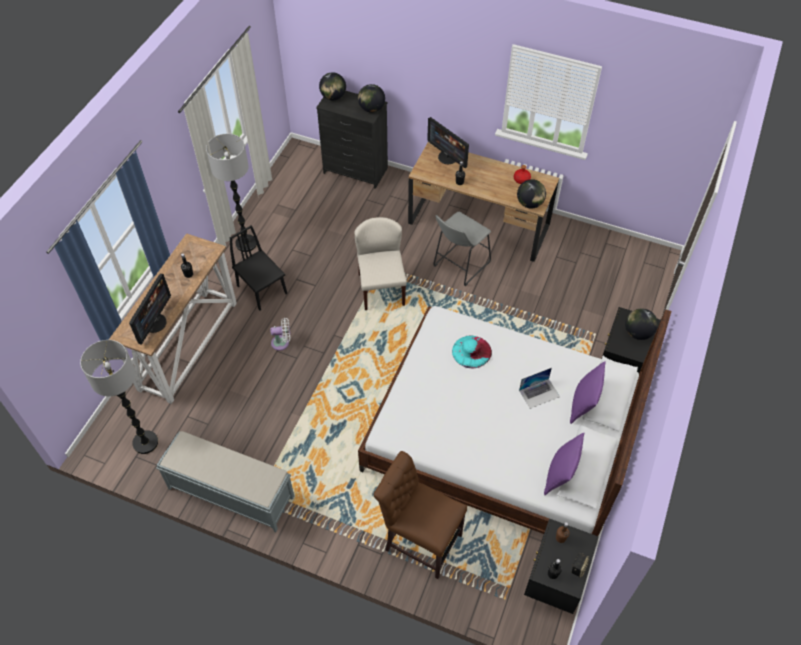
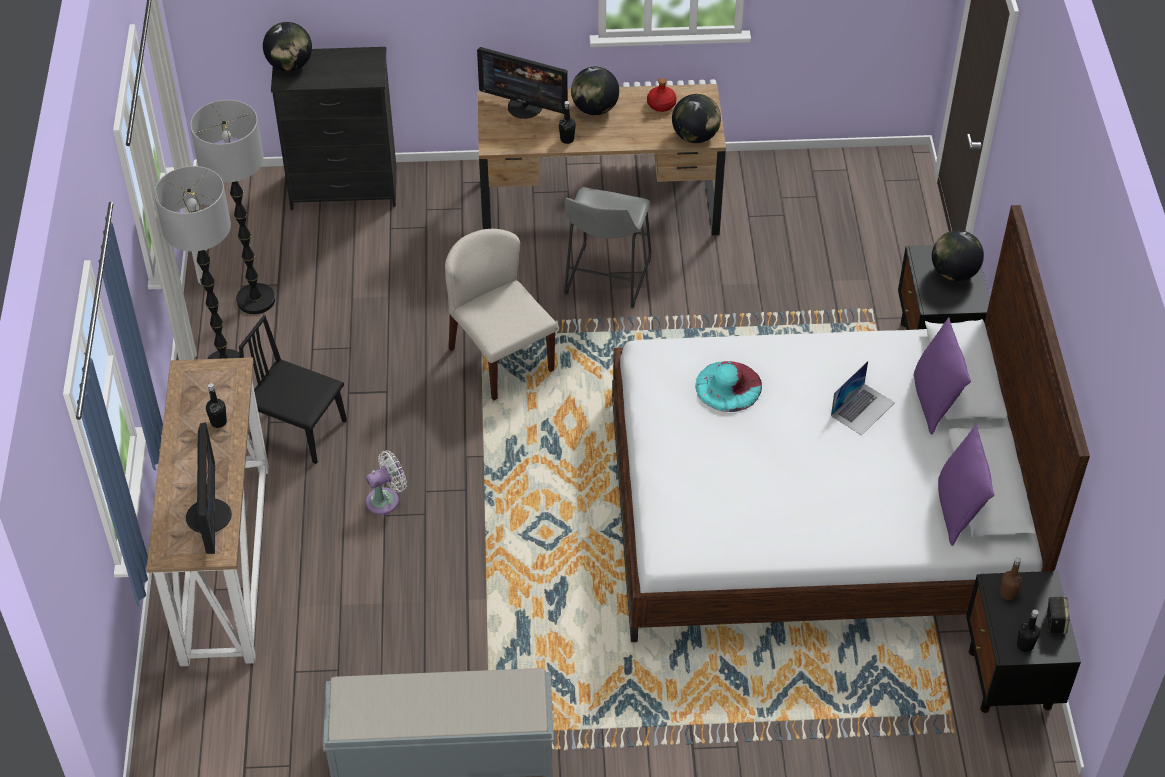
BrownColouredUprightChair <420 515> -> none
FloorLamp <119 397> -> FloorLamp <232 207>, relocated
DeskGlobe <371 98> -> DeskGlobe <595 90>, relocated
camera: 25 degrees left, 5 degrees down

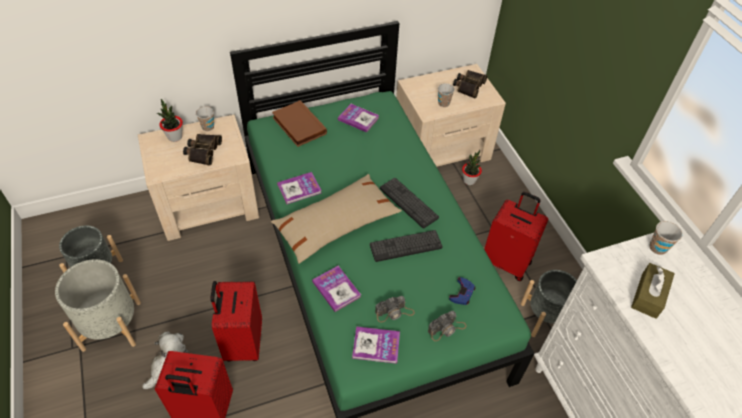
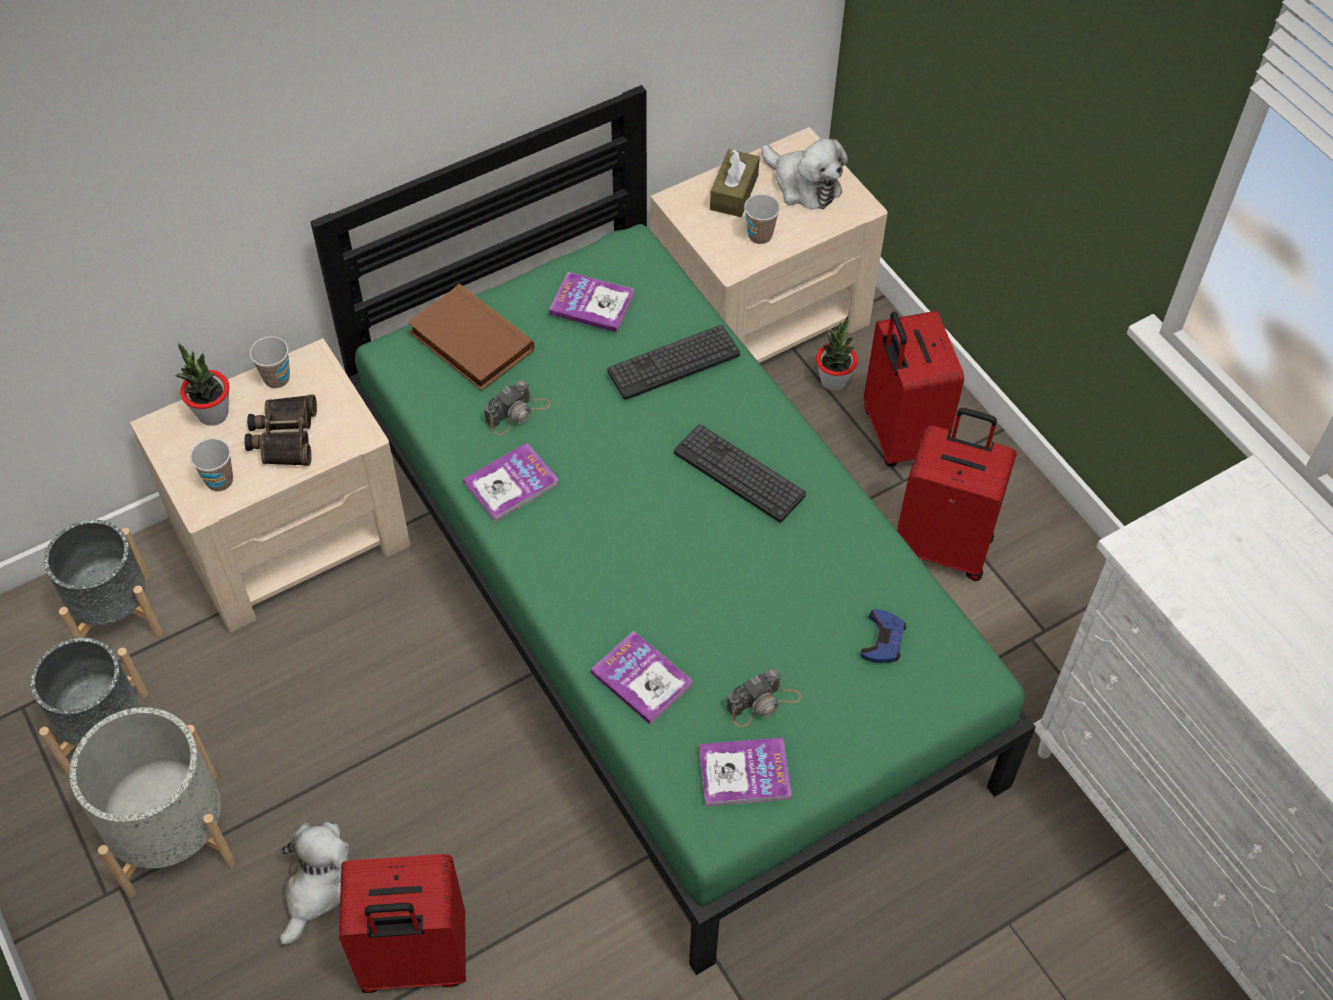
BeigeColouredCushion <336 219> -> none
RedPieceOfLuggage <236 321> -> RedPieceOfLuggage <914 389>, relocated
ComputerKeyboard <406 246> -> ComputerKeyboard <673 362>, relocated
PhotoCamera <447 326> -> PhotoCamera <517 407>, relocated
GreyFlowerPot <549 303> -> GreyFlowerPot <103 579>, relocated
BrownColouredTissueHolder <653 291> -> BrownColouredTissueHolder <735 183>, relocated
SmallCup <666 238> -> SmallCup <211 464>, relocated
FieldGlasses <470 84> -> PlushToy <804 174>
camera: 10 degrees left, 5 degrees up

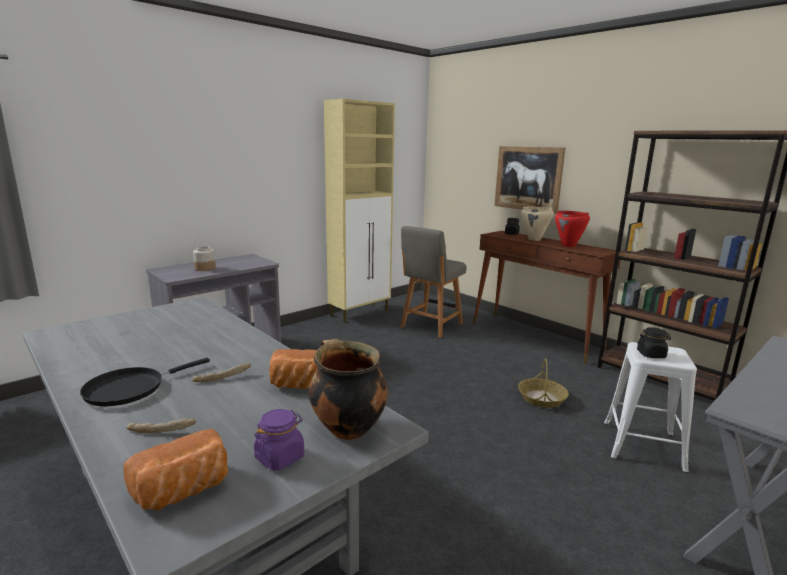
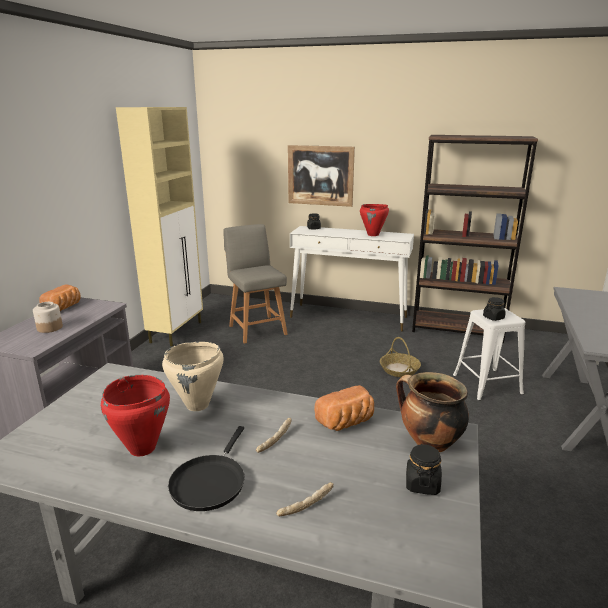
none -> RedCookingPot <135 415>
Bread <175 470> -> Bread <59 297>, relocated
BeigeColouredCookingPot <537 223> -> BeigeColouredCookingPot <193 376>, relocated
PurpleStorageJar <279 440> -> BlackishStorageJar <424 469>
BrownColouredHallTable <547 297> -> WhiteColouredHallTable <352 278>
GreyUprightChair <434 282> -> GreyUprightChair <255 284>, 150 degrees clockwise
camera: 30 degrees left, 5 degrees up

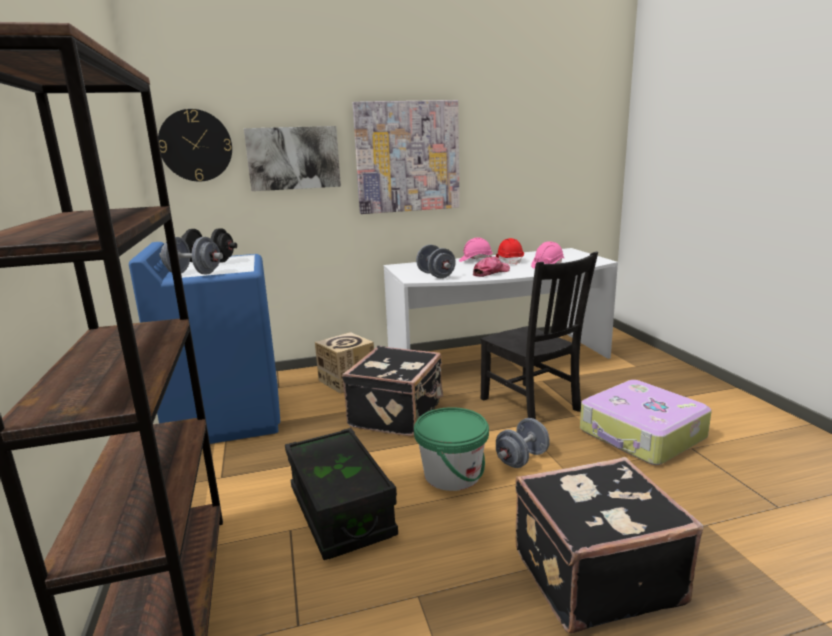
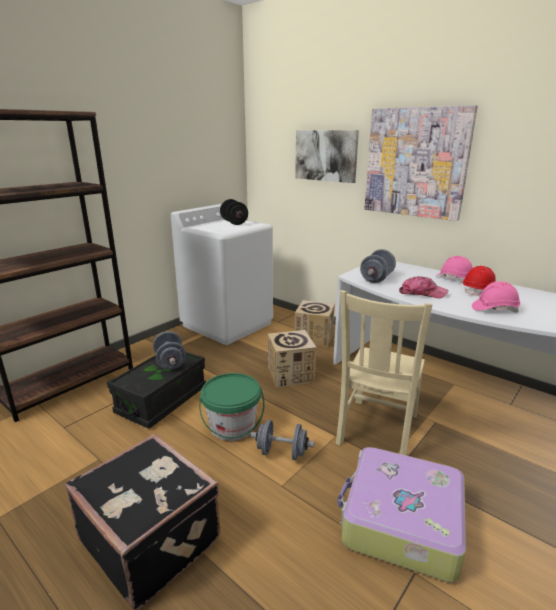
HangingClock <195 145> -> none
GreyHandWeight <191 255> -> GreyHandWeight <169 350>, relocated
BlackishPieceOfLuggage <392 391> -> PackingBox <292 359>
BluishWashingMachine <204 343> -> WhiteColouredWashingMachine <222 274>
BlackishUprightChair <539 335> -> BeigeColouredUprightChair <384 372>
camera: 55 degrees right, 5 degrees up

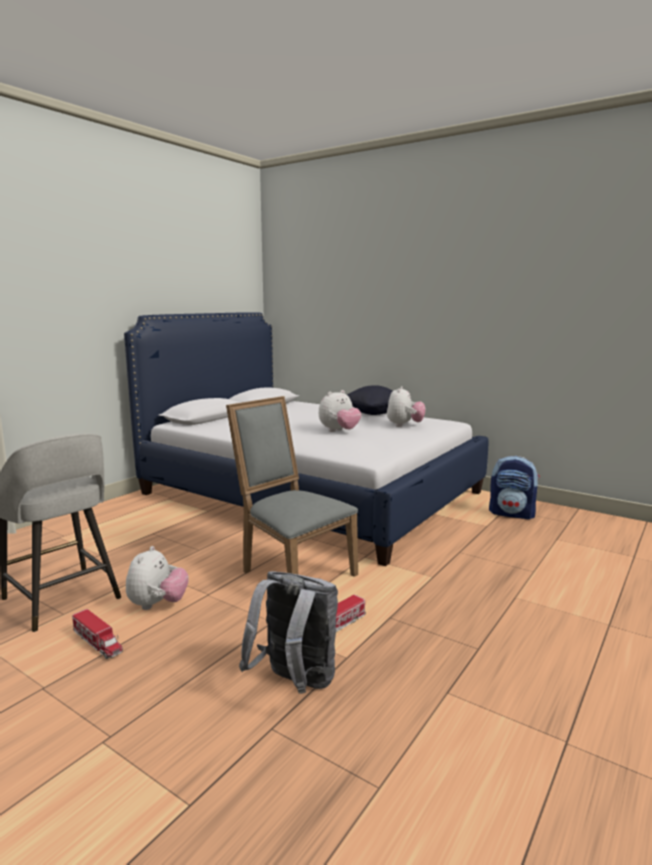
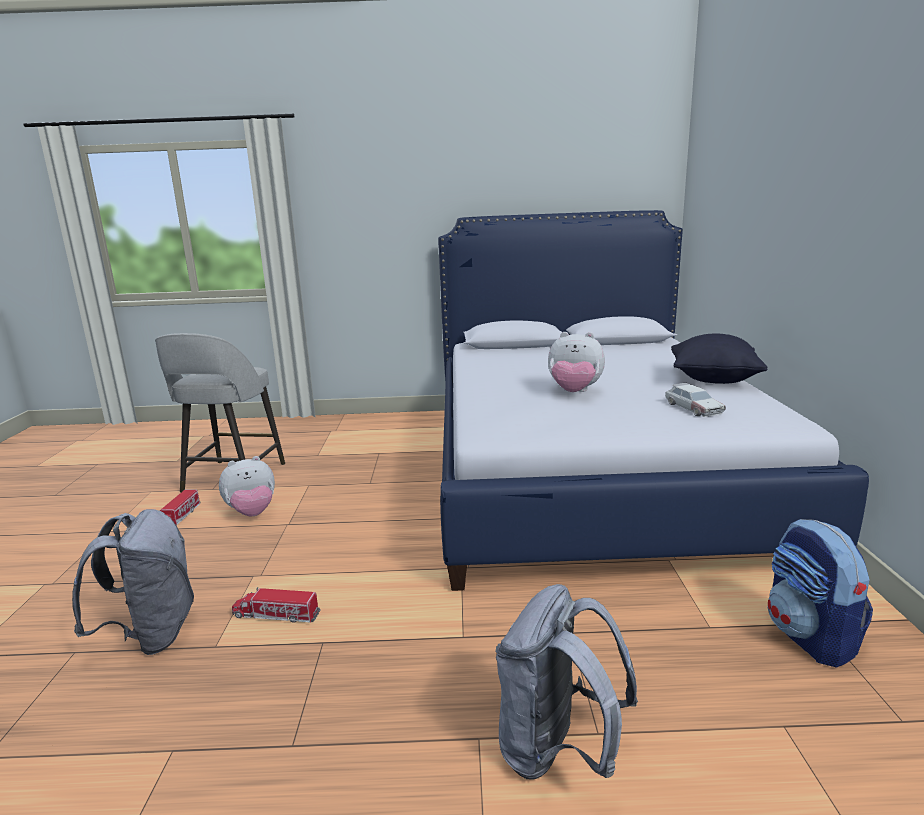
GreyUprightChair <292 486> -> none
none -> GreyKnapsack <566 682>
PlushToy <406 406> -> ToyCar <695 400>
camera: 55 degrees right, 5 degrees up

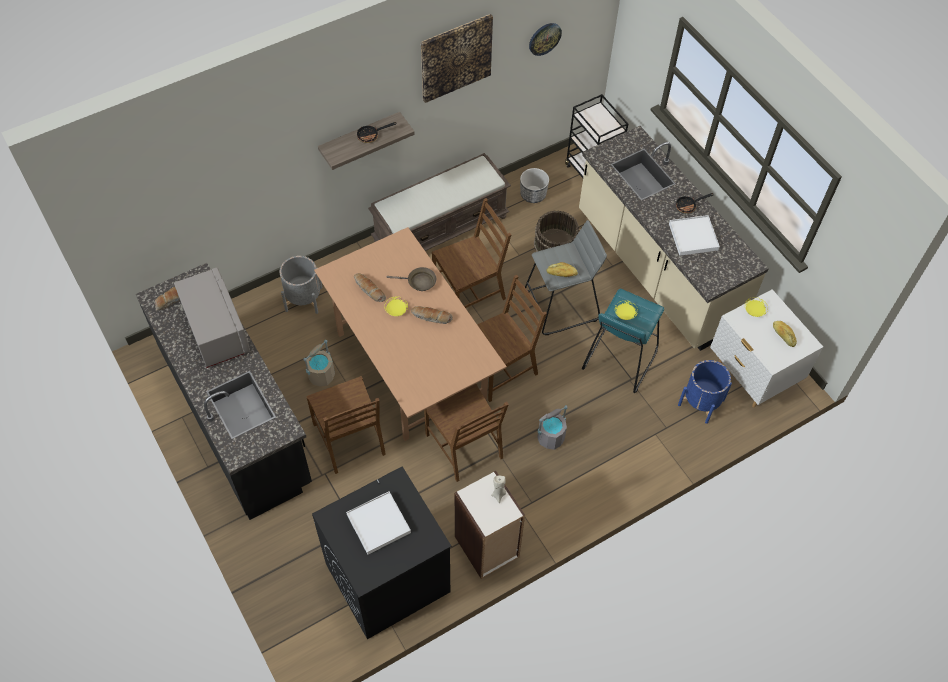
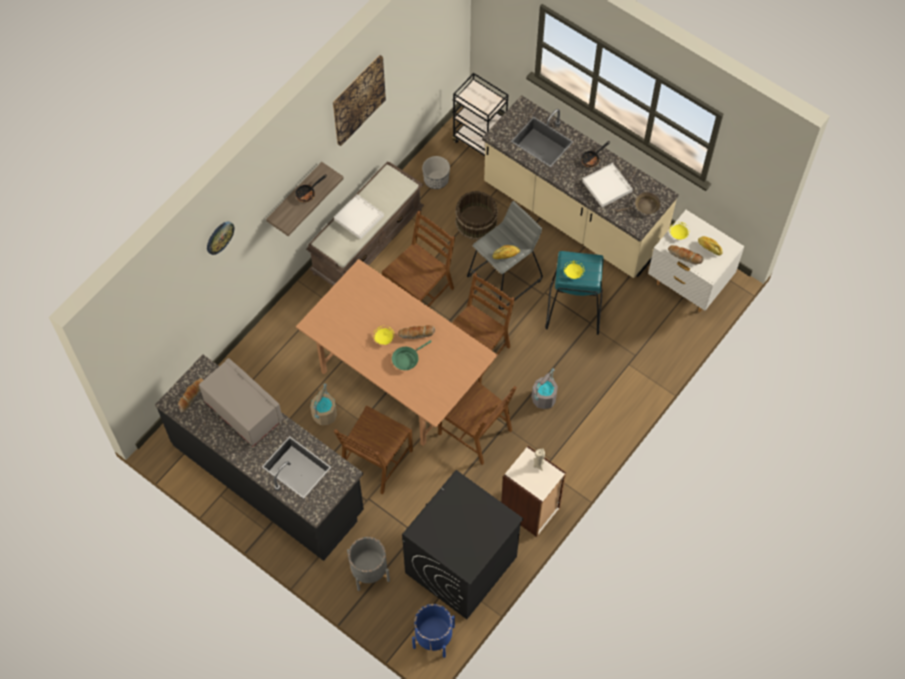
none -> GreenishSkillet <412 355>
GreyFlowerPot <301 285> -> GreyFlowerPot <368 564>, relocated
WhiteColouredTray <378 522> -> WhiteColouredTray <359 217>, relocated
Bread <370 287> -> Bread <686 255>, relocated
BrownColouredSkillet <411 279> -> BrownColouredSkillet <638 203>, relocated
HangingClock <545 39> -> HangingClock <221 238>, relocated
BluishFlowerPot <705 392> -> BluishFlowerPot <433 631>, relocated
BrownColouredUprightChair <346 425> -> BrownColouredUprightChair <373 450>, 75 degrees clockwise
camera: 20 degrees left, 5 degrees up

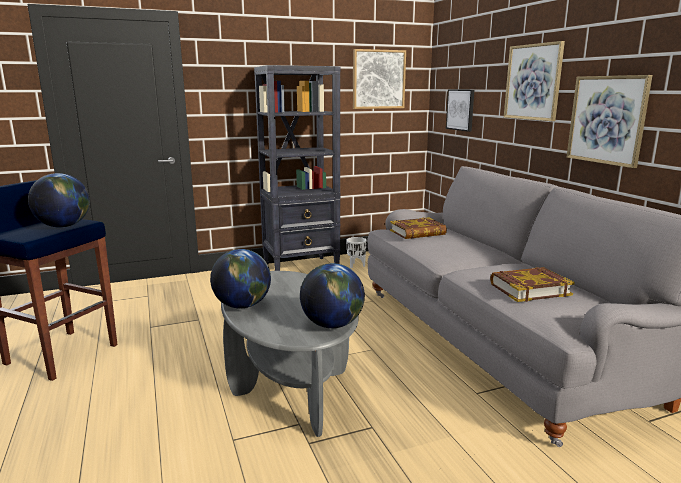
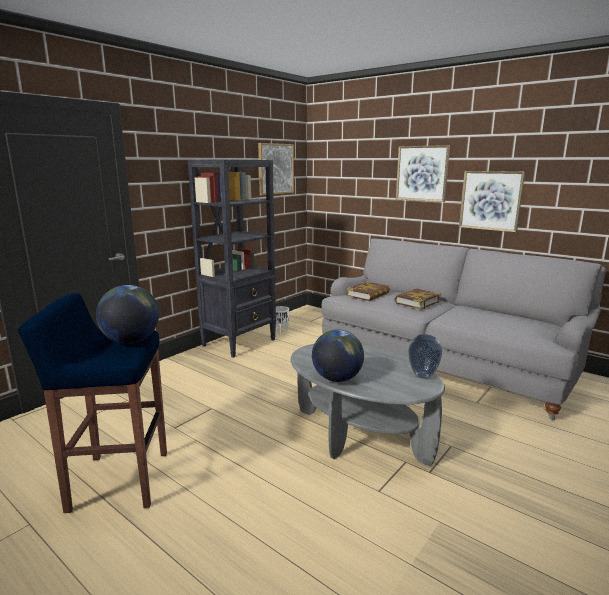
Picture <460 110> -> none
Volume <532 284> -> Volume <418 299>, relocated
DeskGlobe <332 295> -> Vase <425 356>
camera: 30 degrees left, 0 degrees up

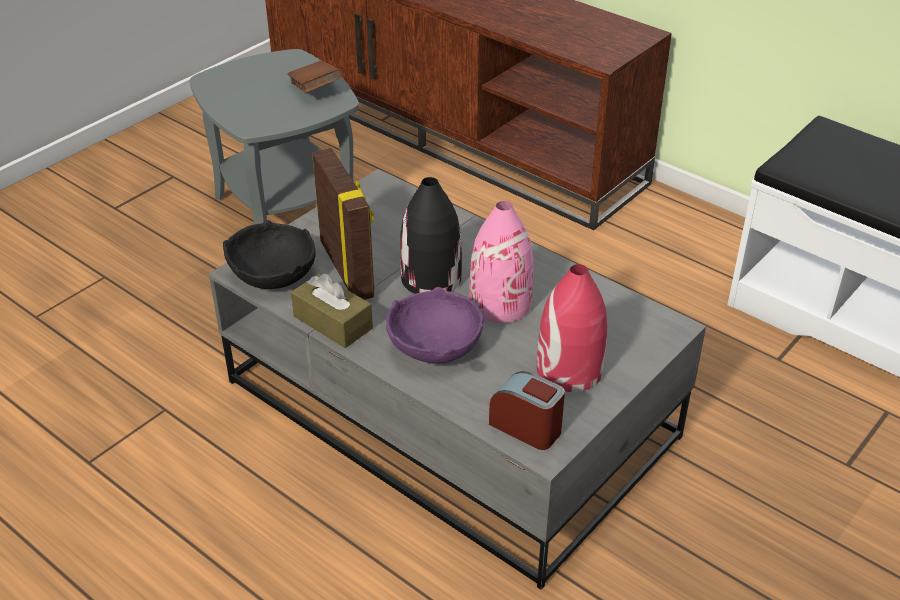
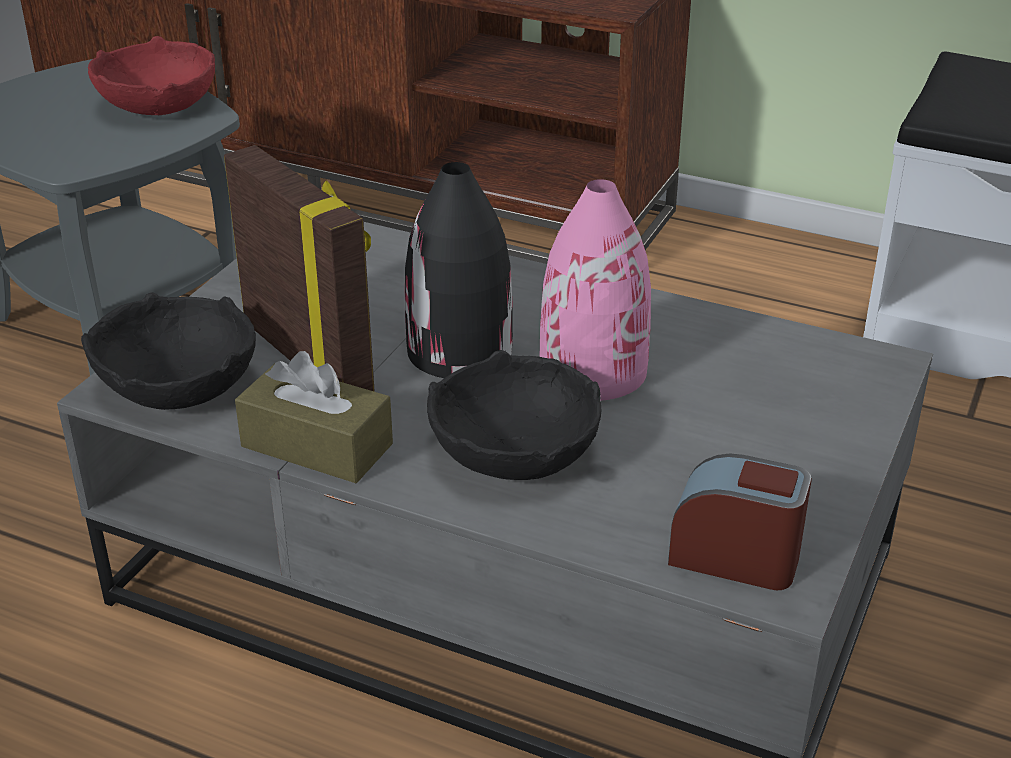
RedVase <572 328> -> none
BrownColouredVolume <314 76> -> RedBowl <151 76>
PurpleBowl <435 325> -> BlackishBowl <514 415>
camera: 15 degrees left, 5 degrees down

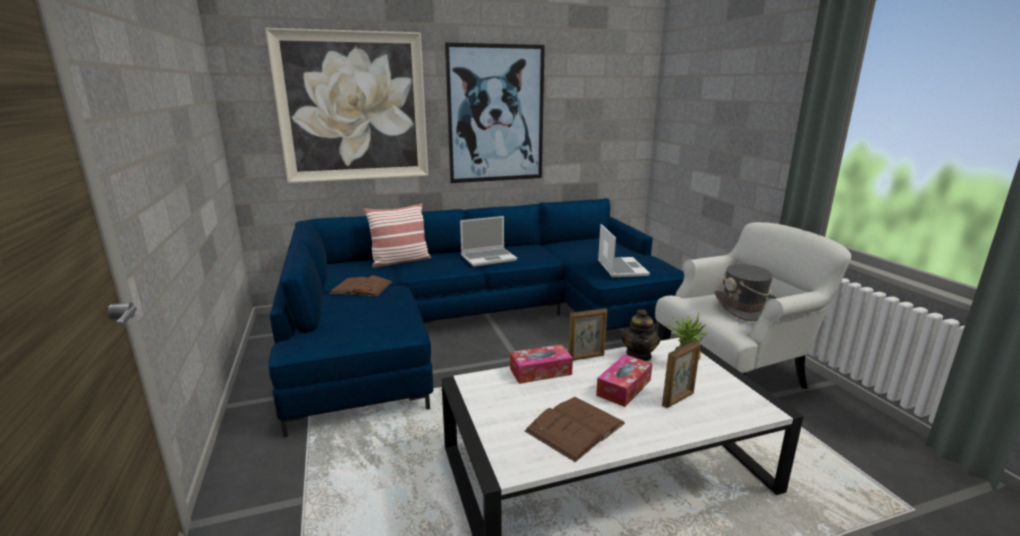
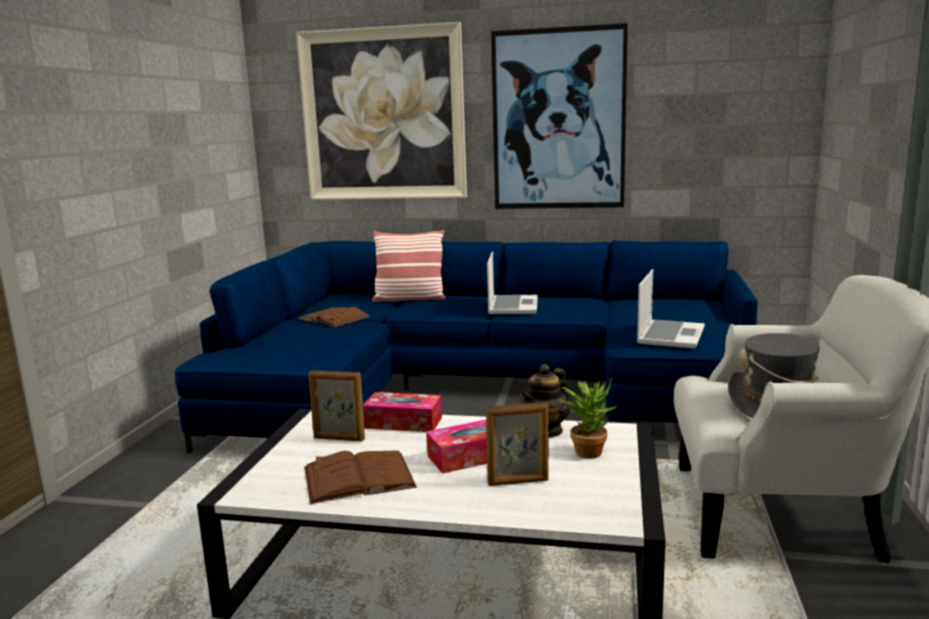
StandingFrame <587 334> -> StandingFrame <336 406>, relocated
PortableComputer <488 241> -> PortableComputer <512 283>, 90 degrees counterclockwise
camera: 30 degrees right, 5 degrees down

